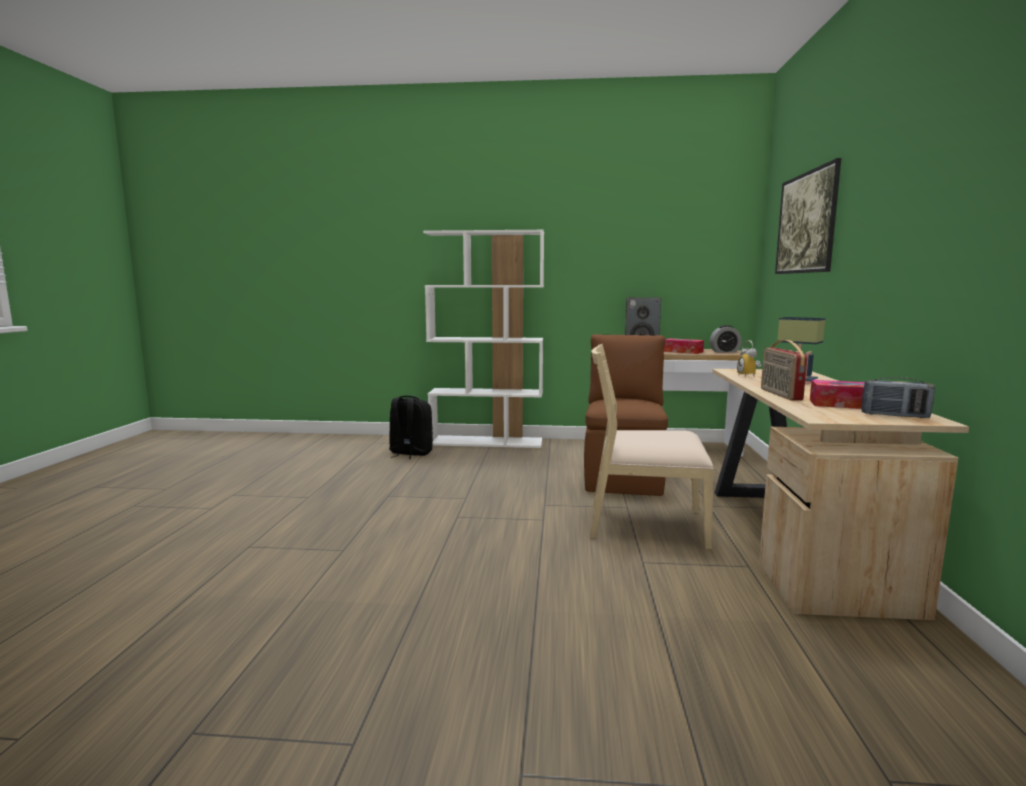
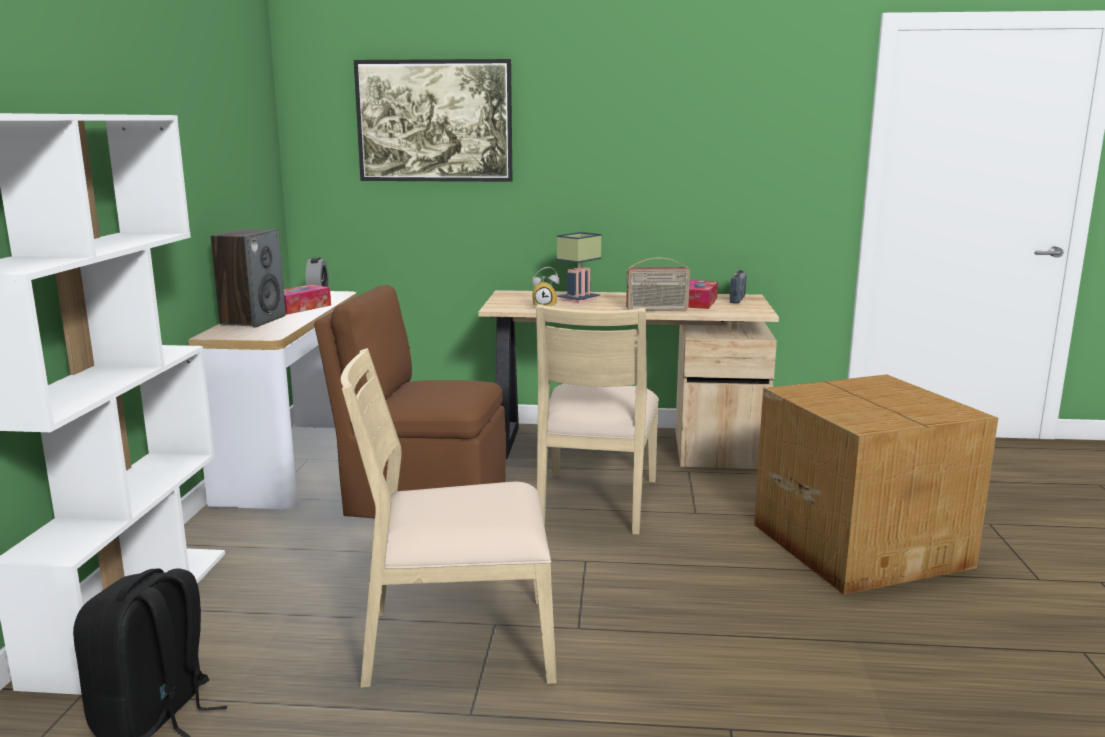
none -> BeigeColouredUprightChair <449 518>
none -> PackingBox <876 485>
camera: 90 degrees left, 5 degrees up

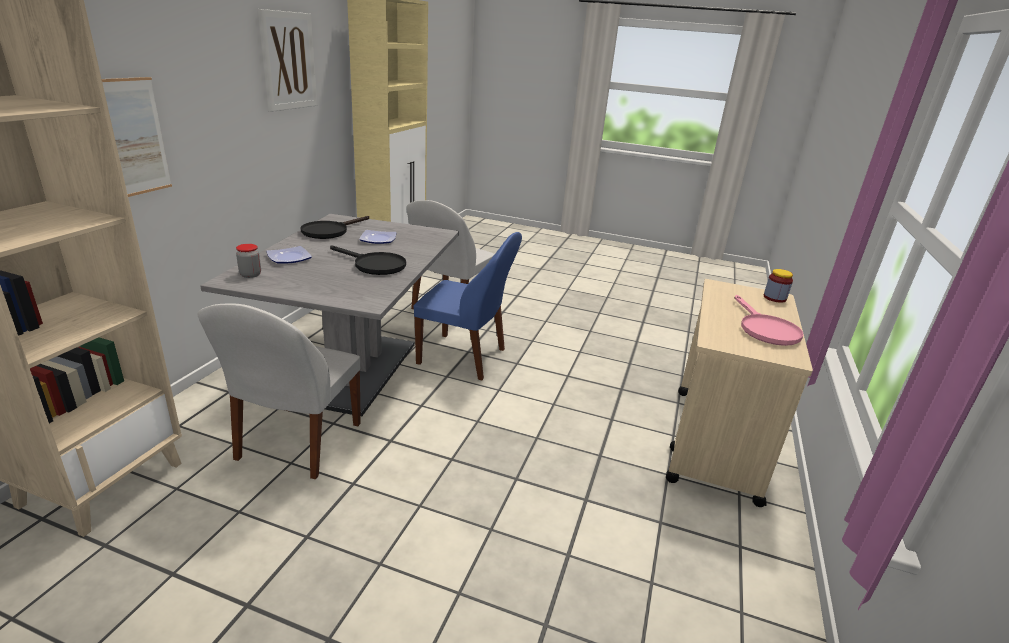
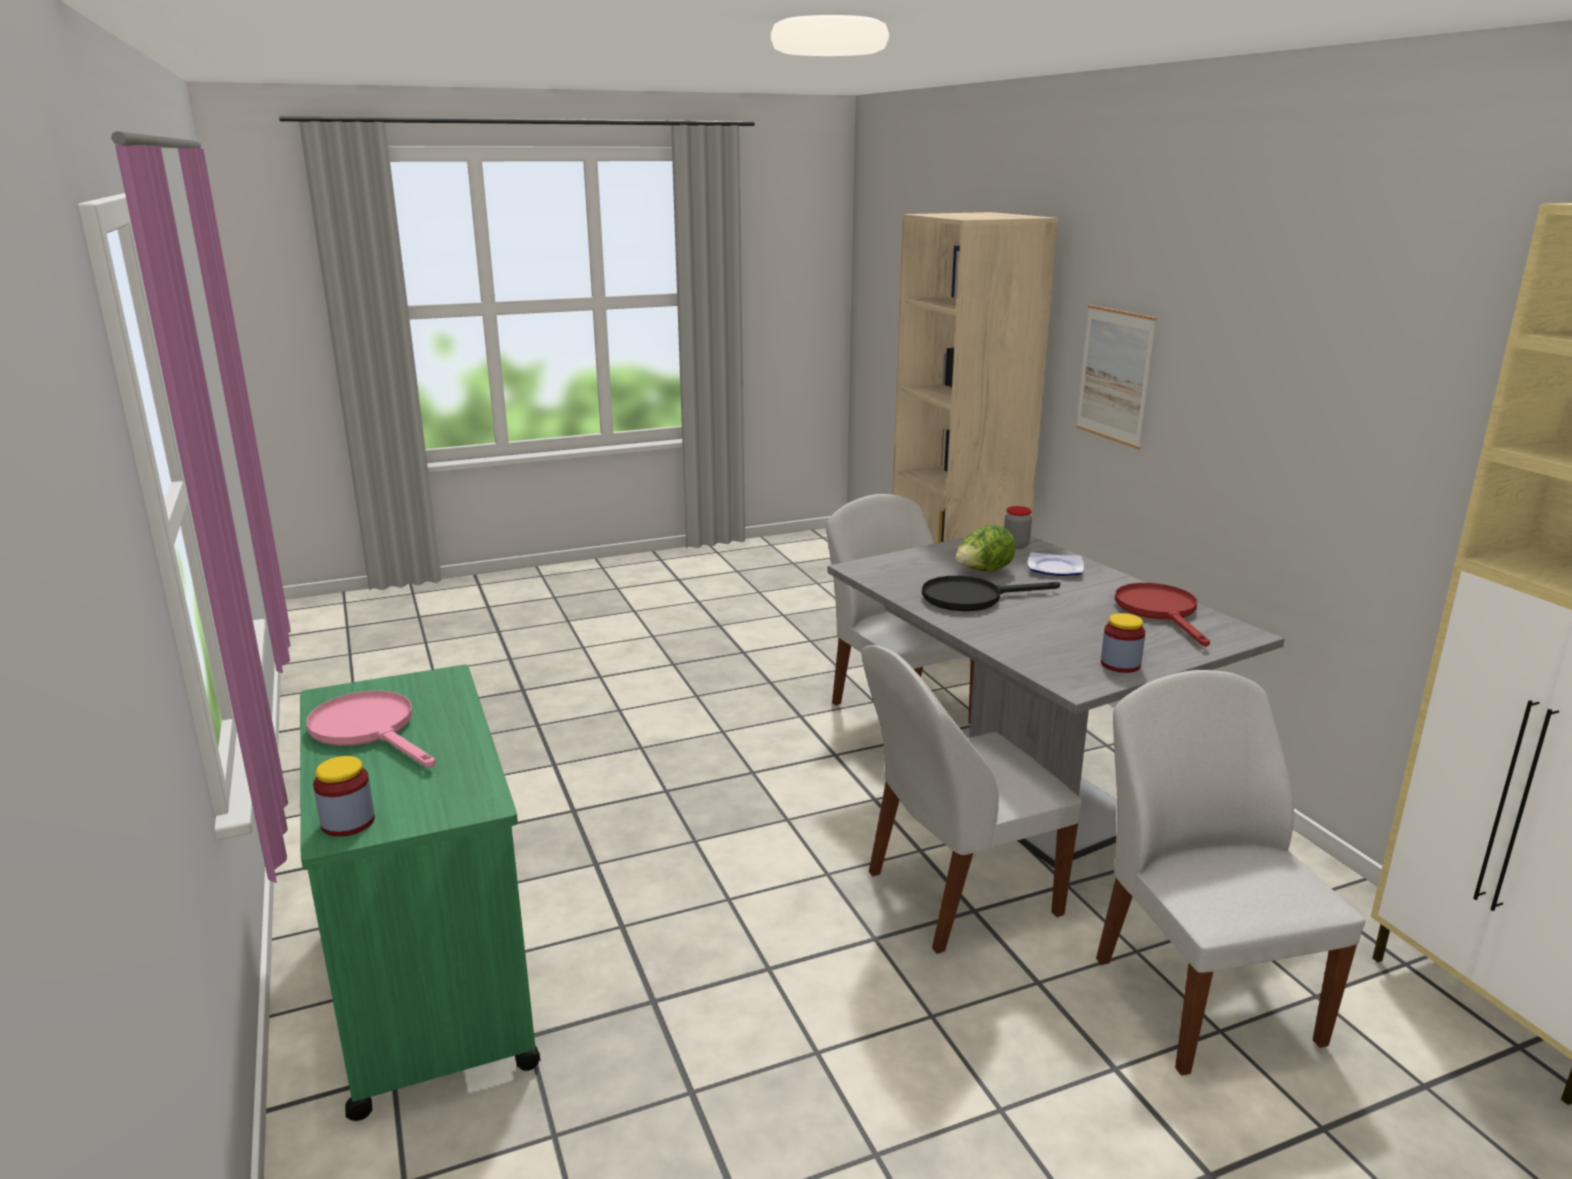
Picture <287 60> -> none
Plate <377 237> -> none
none -> HeadOfLettuce <985 548>
none -> StorageJar <1123 643>
BlackishSkillet <335 227> -> RedSkillet <1162 614>
BluishUprightChair <468 306> -> WhiteColouredUprightChair <971 799>
BeigeColouredTrolley <739 393> -> GreenishTrolley <420 893>
camera: 140 degrees right, 5 degrees down

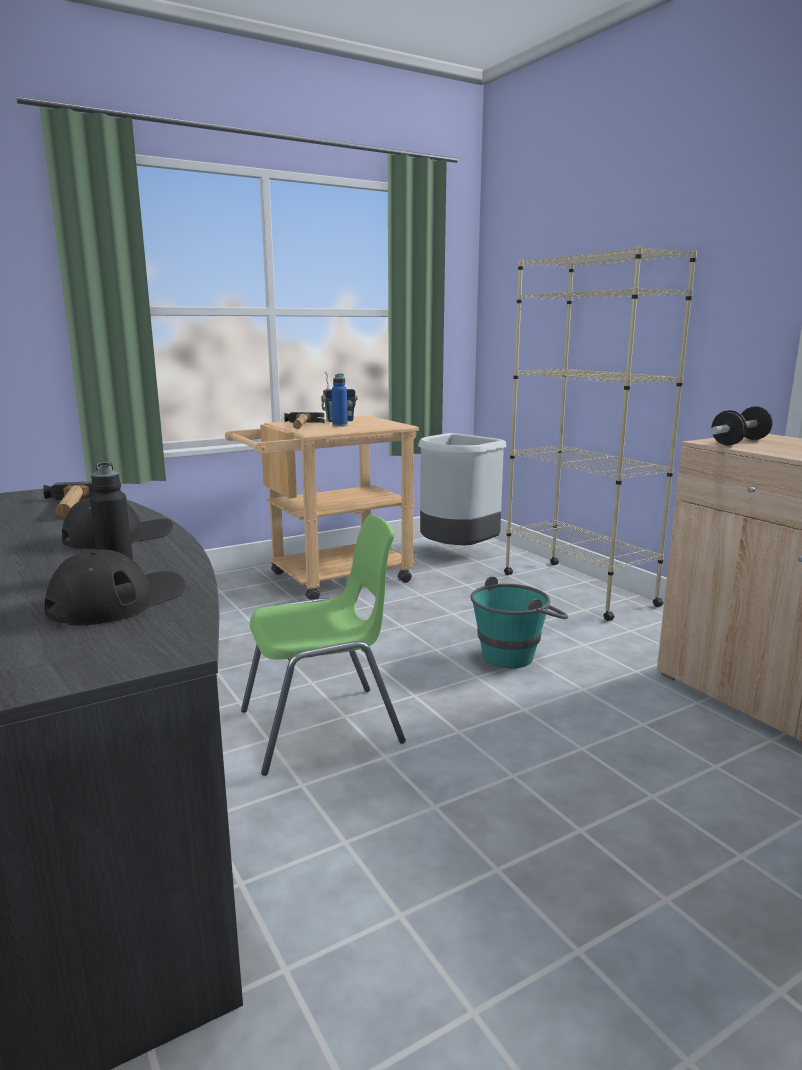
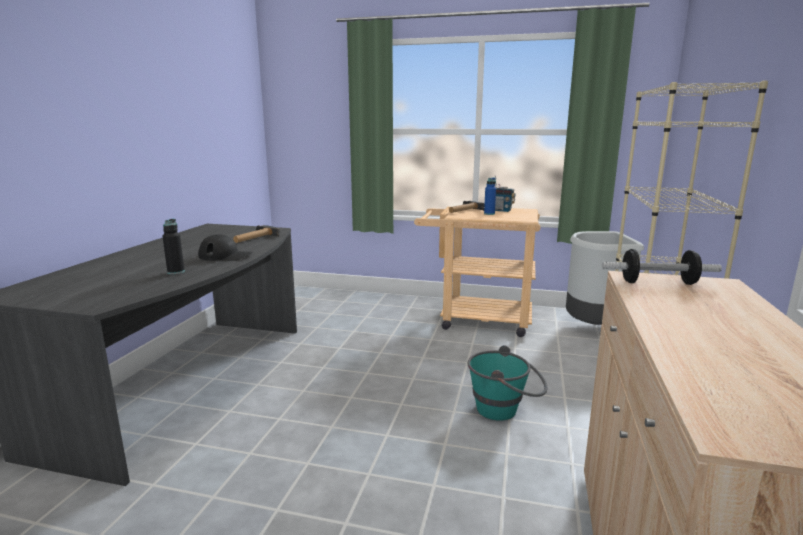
BlackishBaseballCap <115 587> -> none
GreenishUprightChair <323 645> -> none
camera: 45 degrees right, 0 degrees up

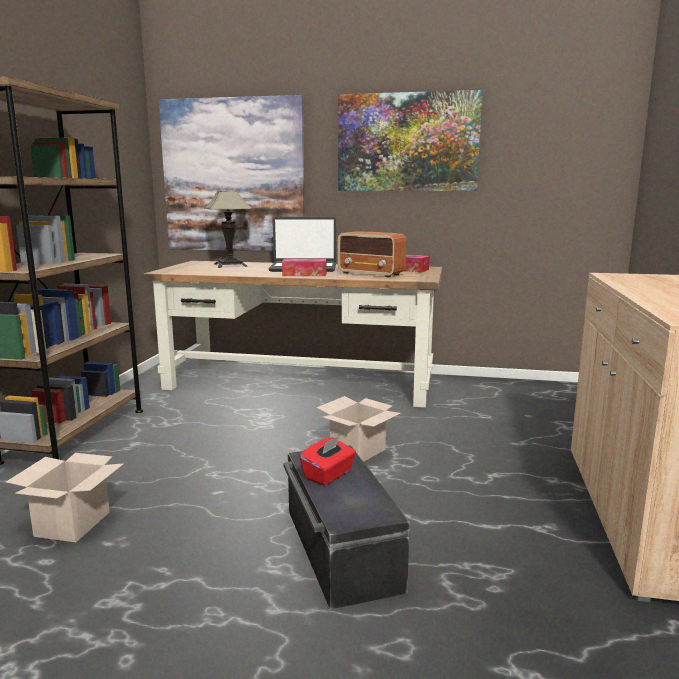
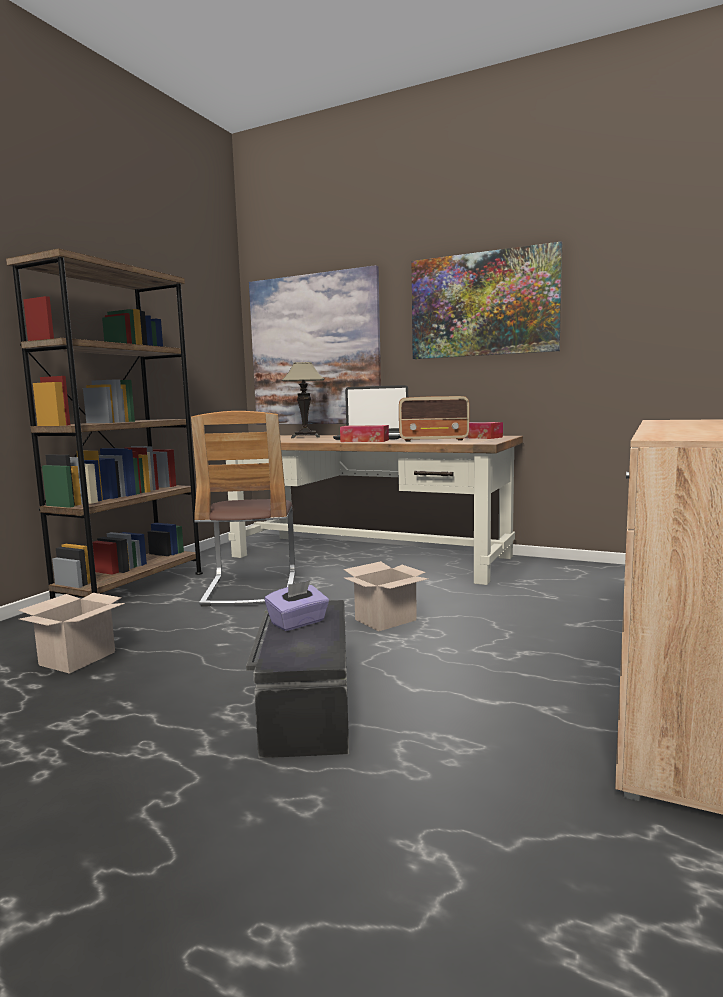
none -> UprightChair <243 509>
RedTissueHolder <327 460> -> PurpleTissueHolder <296 605>
RadioSet <372 255> -> RadioSet <434 419>, 45 degrees counterclockwise
camera: 15 degrees right, 5 degrees down

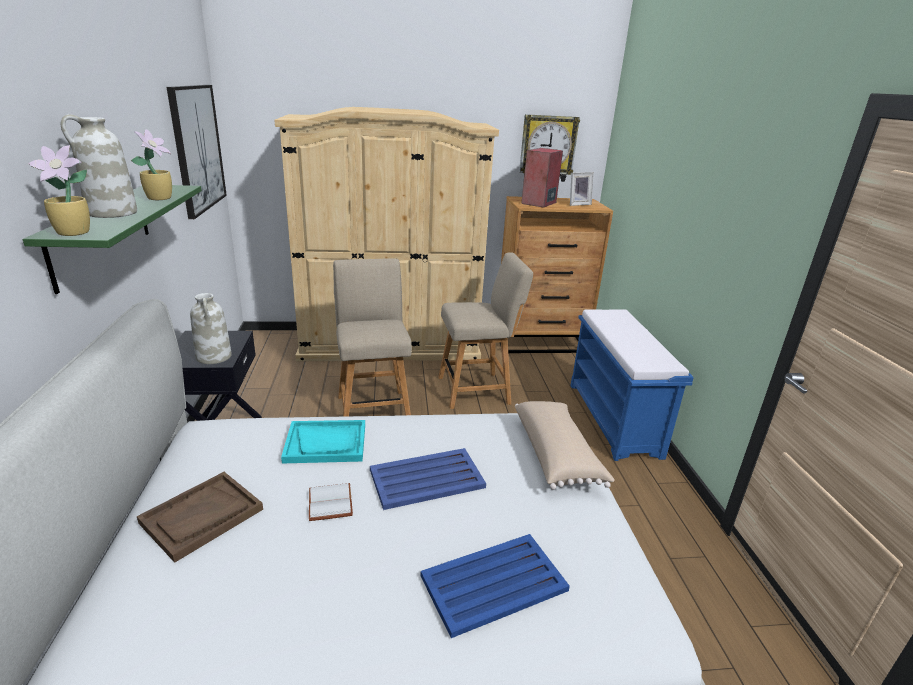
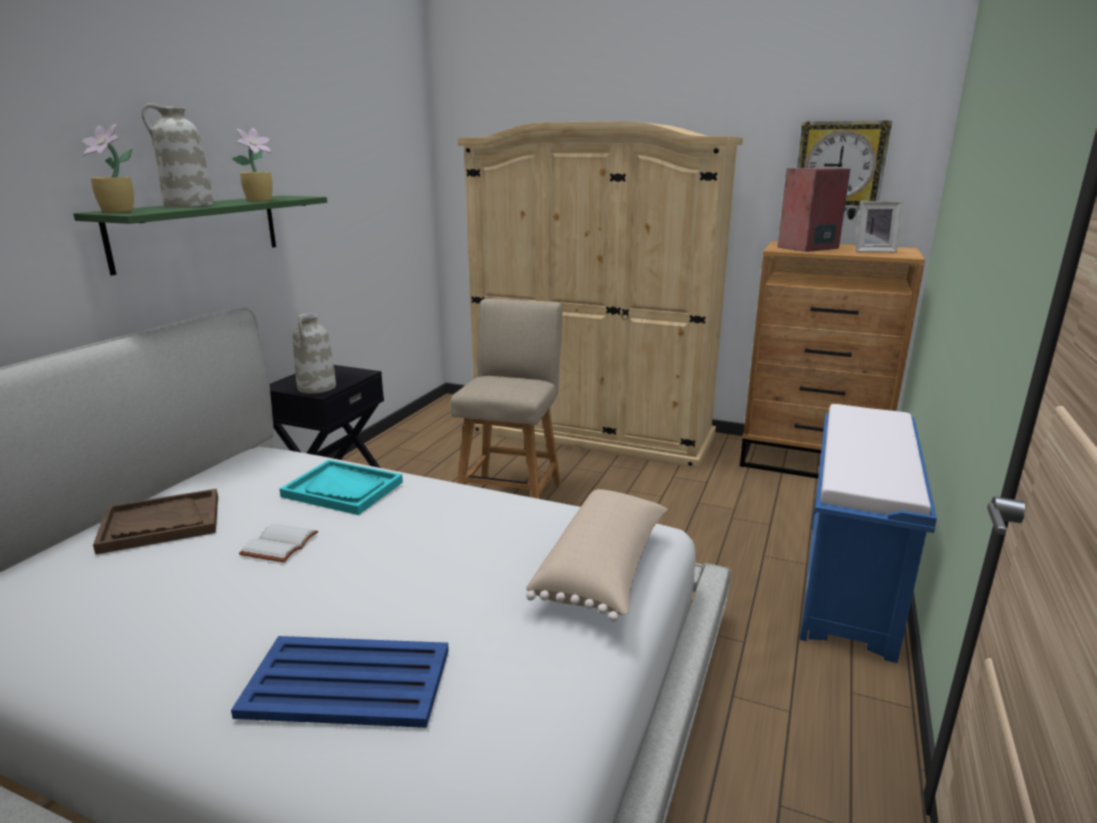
Picture <197 152> -> none
BluishTray <428 479> -> none
BeigeColouredUprightChair <485 330> -> none
camera: 30 degrees right, 5 degrees down

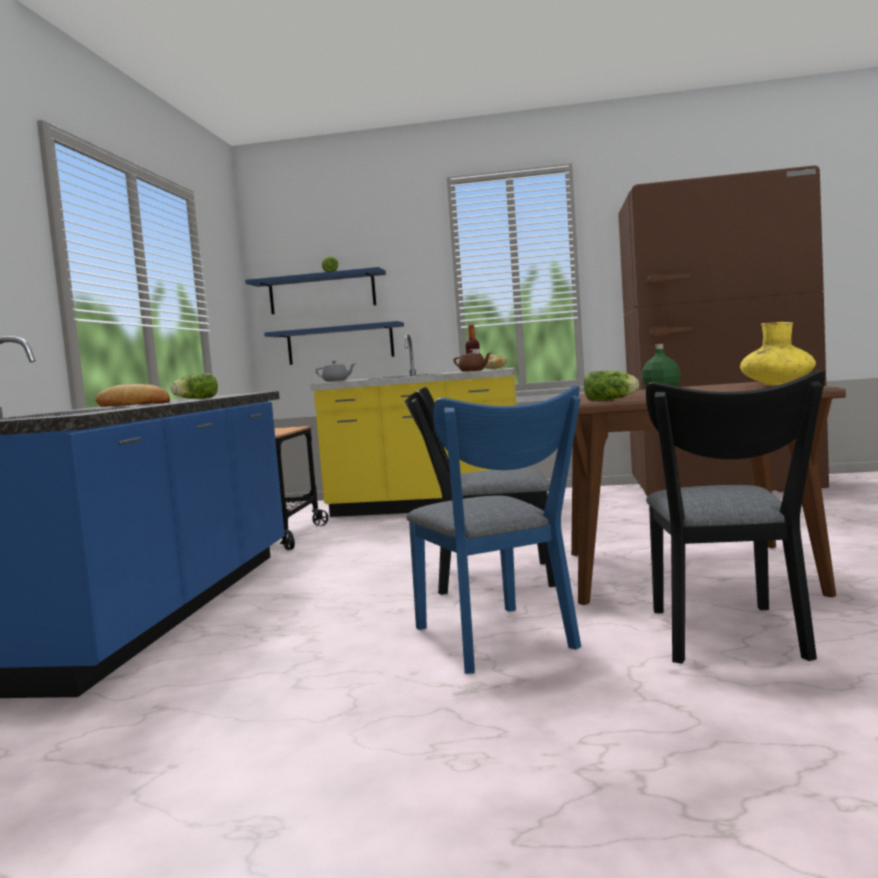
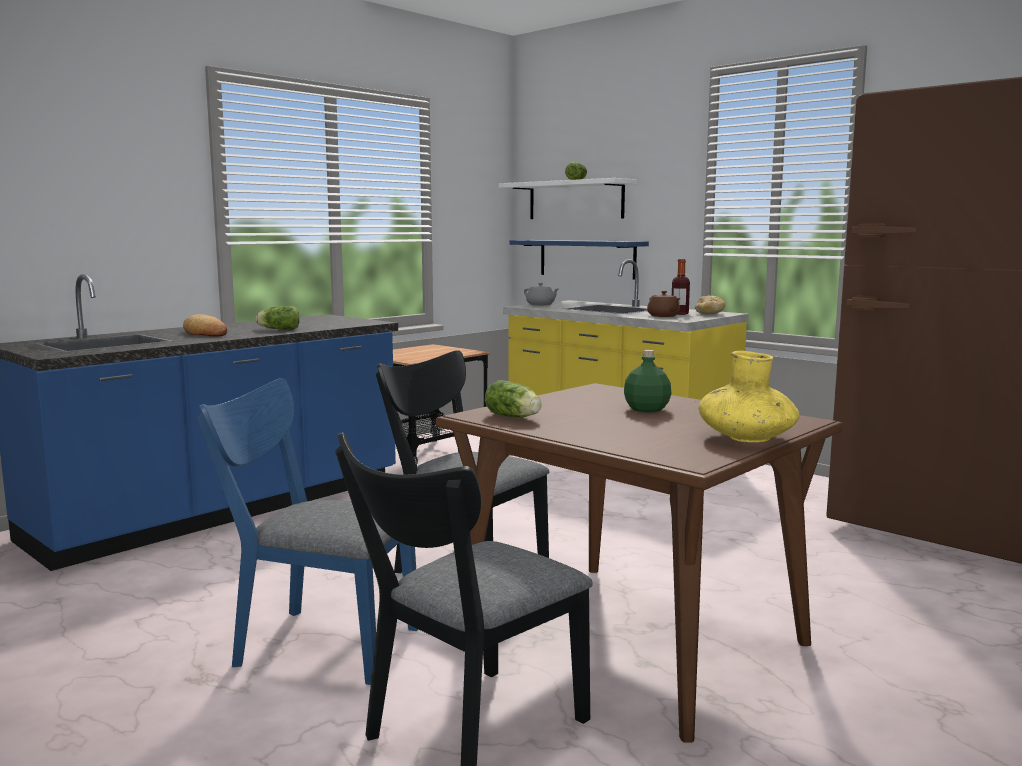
BluishWallShelf <315 290> -> WhiteColouredWallShelf <568 198>
BluishUprightChair <493 529> -> BluishUprightChair <307 531>, 90 degrees clockwise
camera: 35 degrees right, 5 degrees up

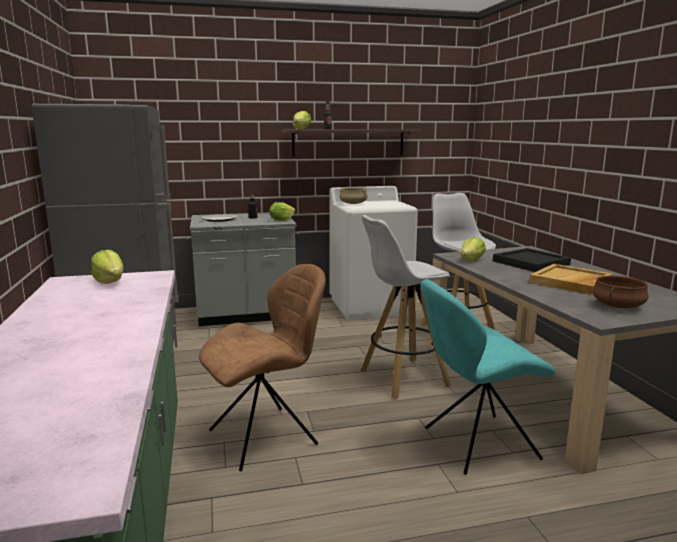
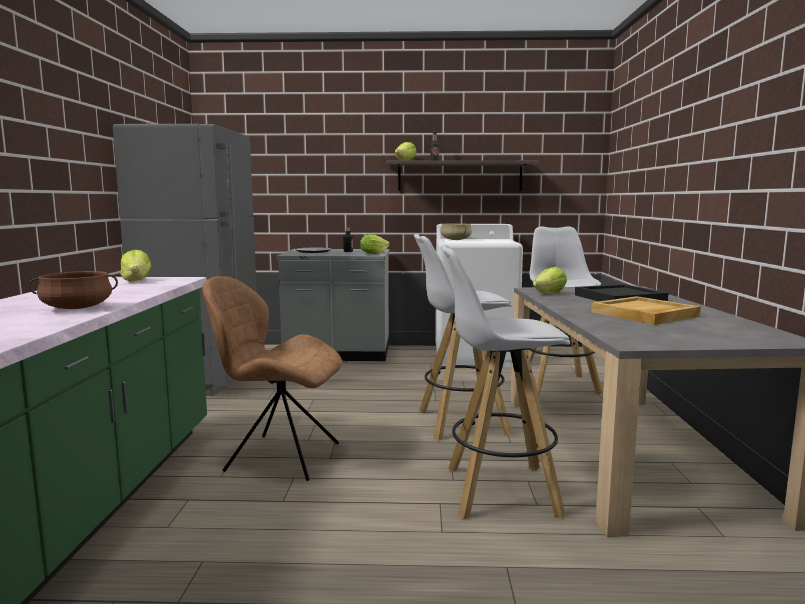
BrownColouredCookingPot <621 292> -> BrownColouredCookingPot <73 290>, relocated
TurquoiseUprightChair <488 377> -> WhiteColouredStoolSeat <505 382>
BrownColouredUprightChair <262 367> -> BrownColouredUprightChair <272 378>, 150 degrees counterclockwise
camera: 15 degrees right, 5 degrees down

